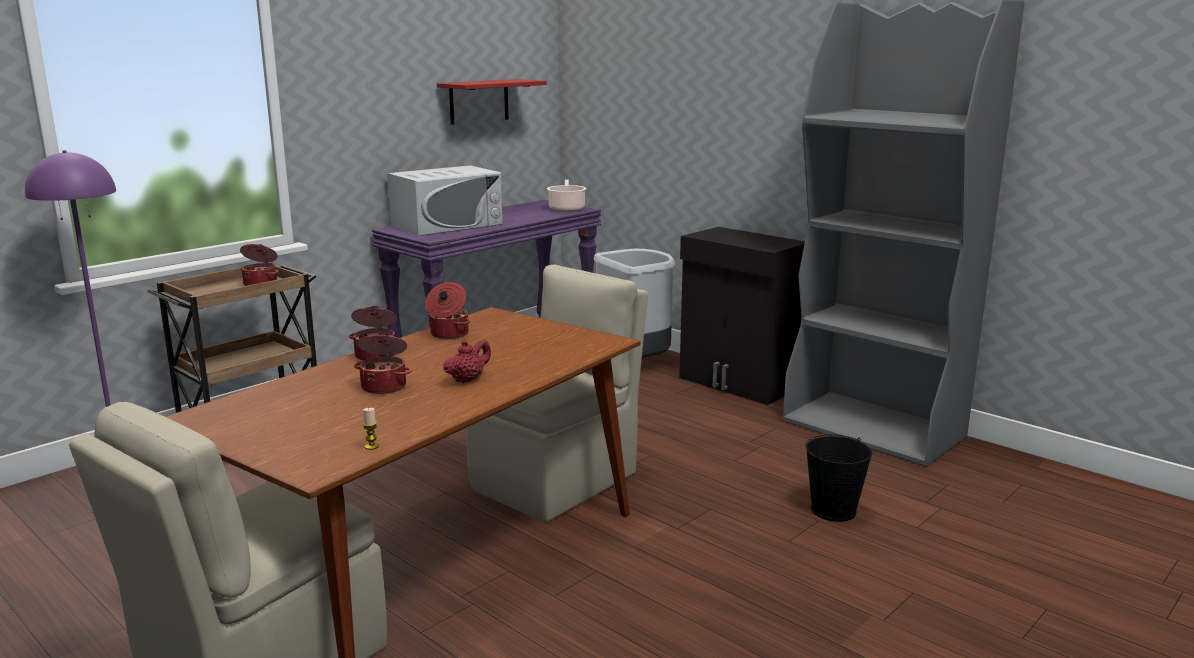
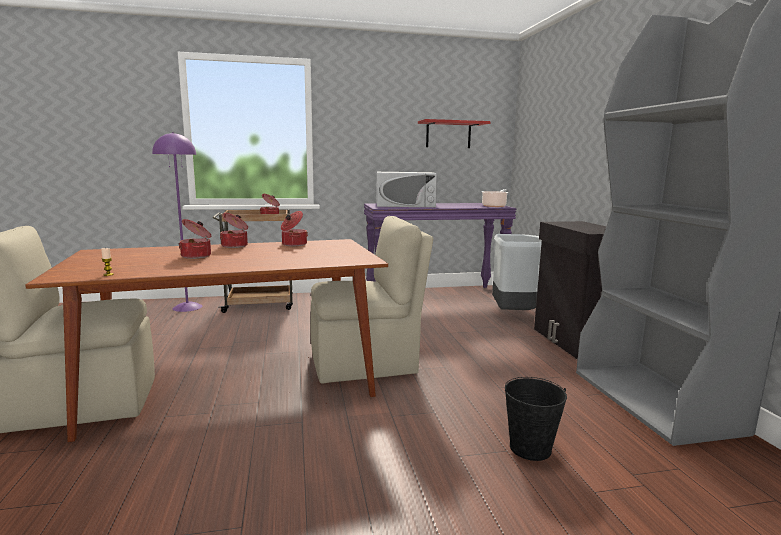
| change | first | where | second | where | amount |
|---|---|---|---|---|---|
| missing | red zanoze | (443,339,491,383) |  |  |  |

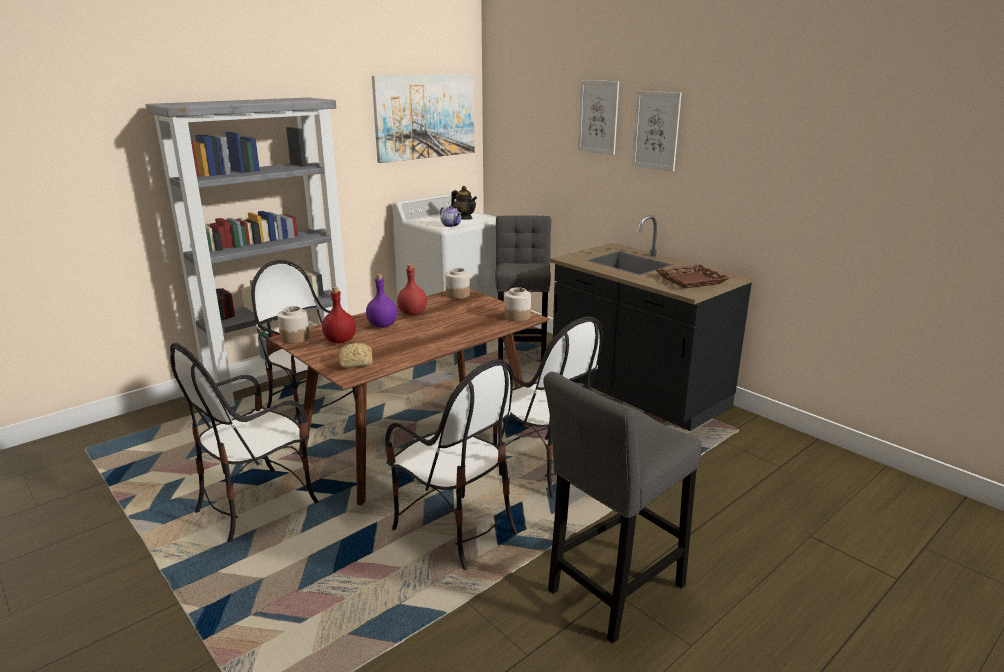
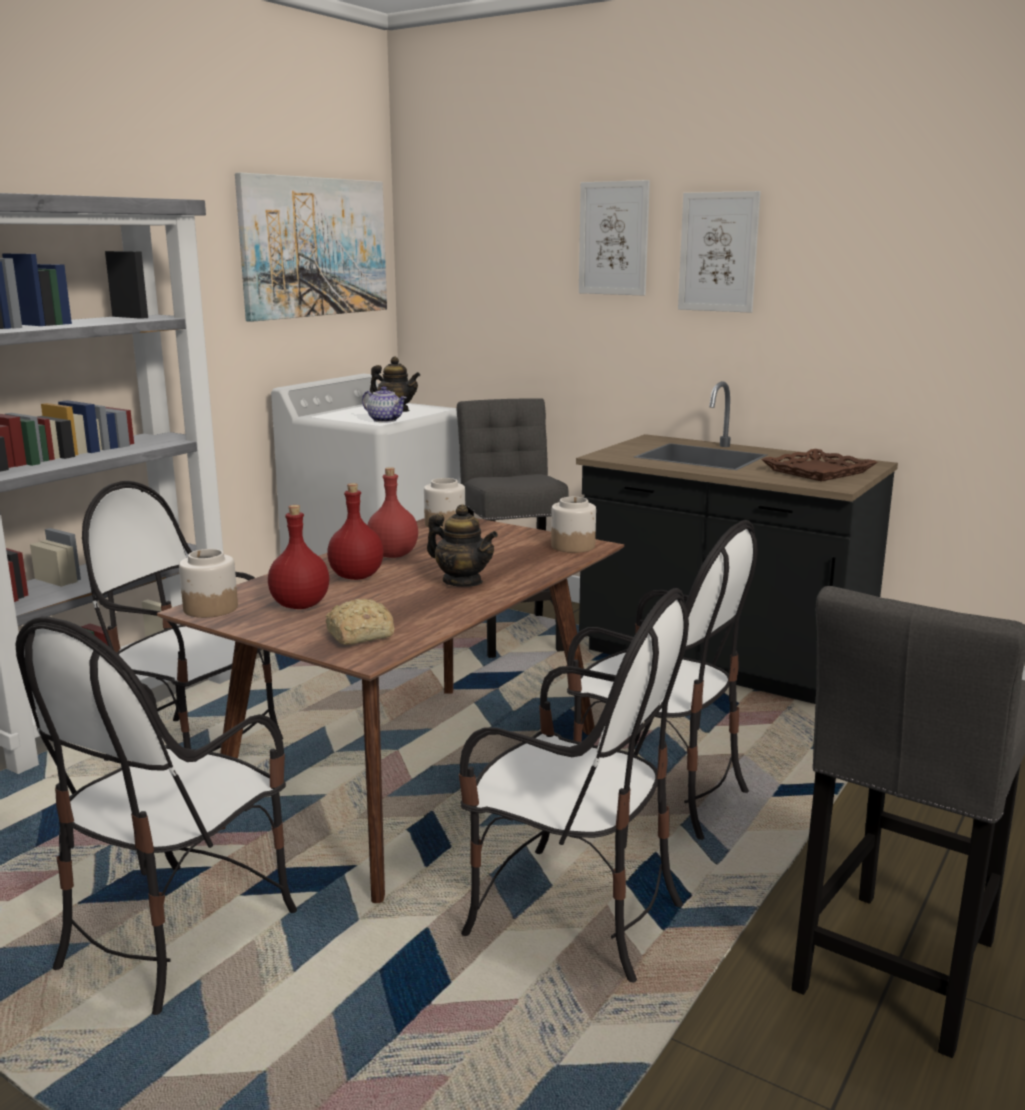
| change | first | where | second | where | amount |
|---|---|---|---|---|---|
| colour | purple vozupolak | (366,274,398,328) | red vozupolak | (327,483,384,580) |  |
| appeared |  |  | zanoze | (427,504,498,587) |  |

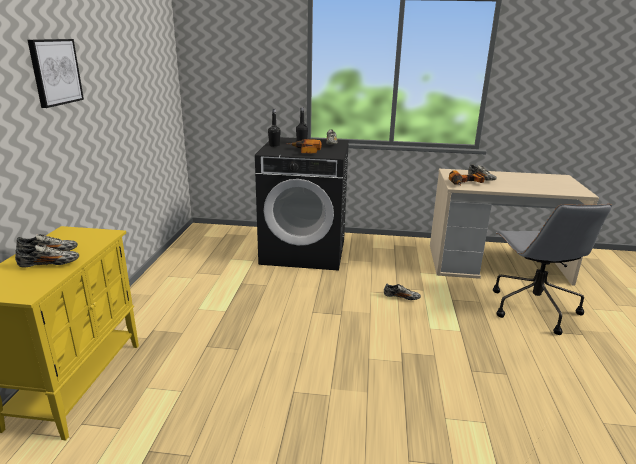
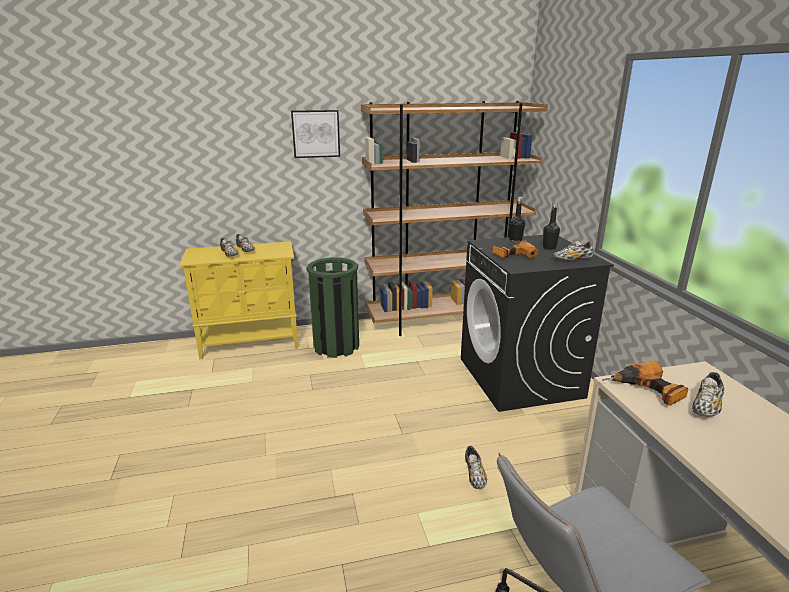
| change | first | where | second | where | amount |
|---|---|---|---|---|---|
| appeared |  |  | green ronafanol | (306,257,359,358) |  |
| appeared |  |  | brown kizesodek | (361,101,548,336) |  |

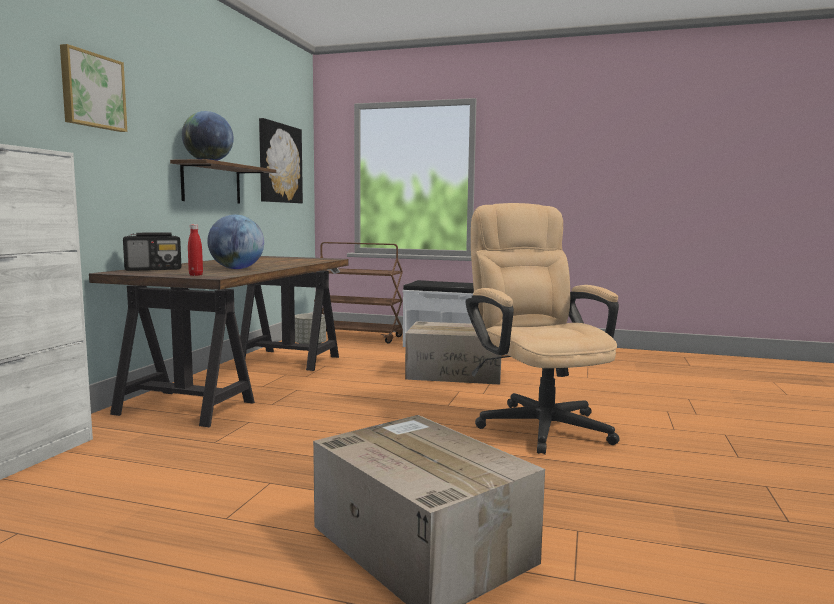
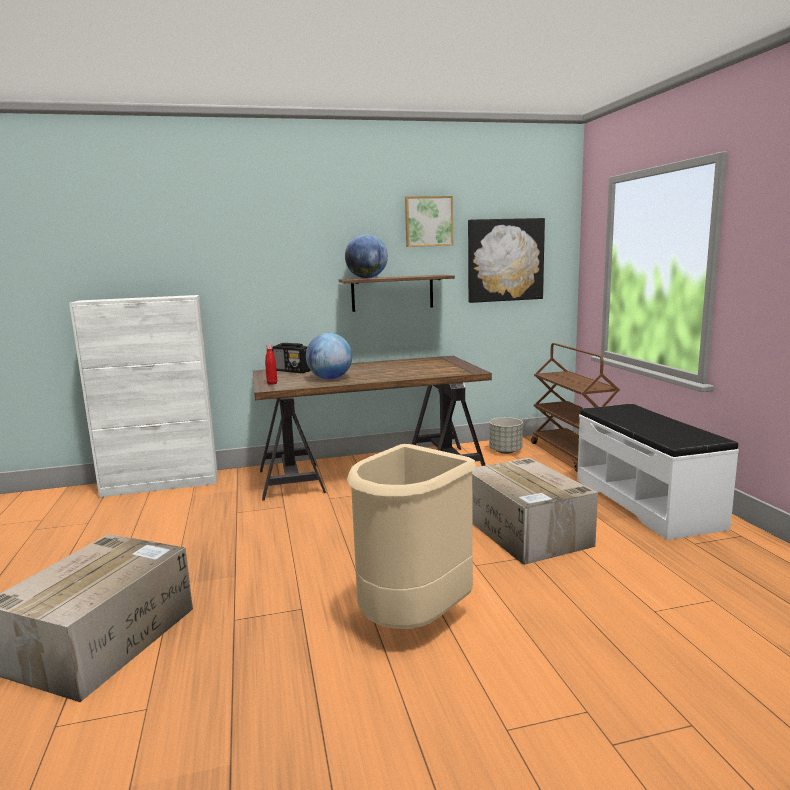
| change | first | where | second | where | amount |
|---|---|---|---|---|---|
| exchanged | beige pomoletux | (466,203,620,455) | beige ronafanol | (347,444,476,629) |  |
| relocated | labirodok | (60,44,127,132) |  | (405,196,453,247) |  |

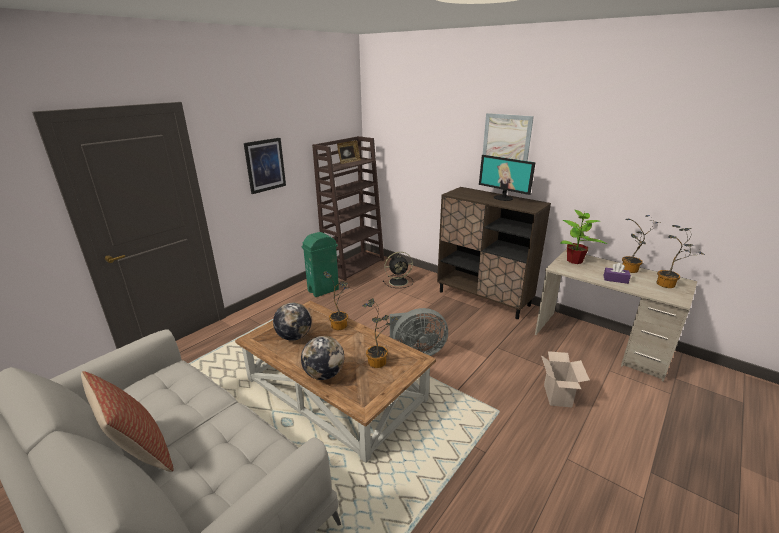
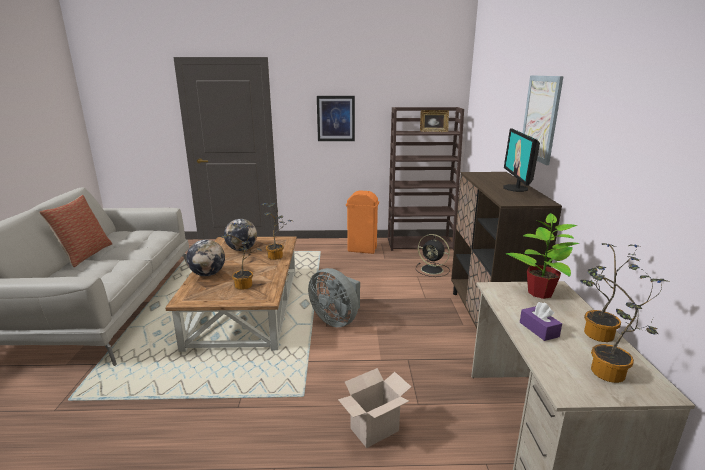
| change | first | where | second | where | amount |
|---|---|---|---|---|---|
| colour | green ronafanol | (302,232,339,297) | orange ronafanol | (346,190,379,254) |  |

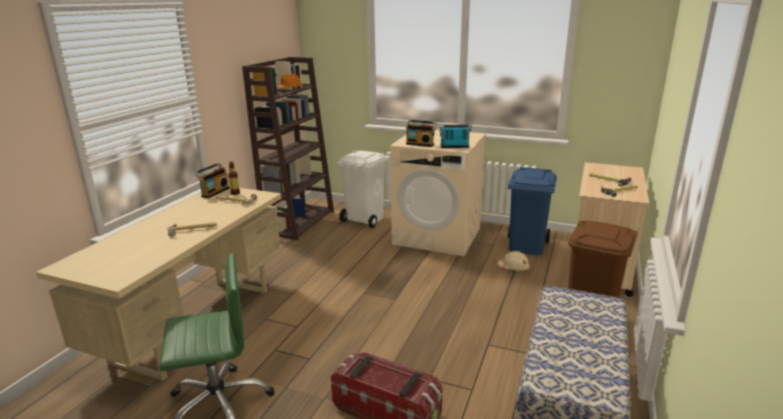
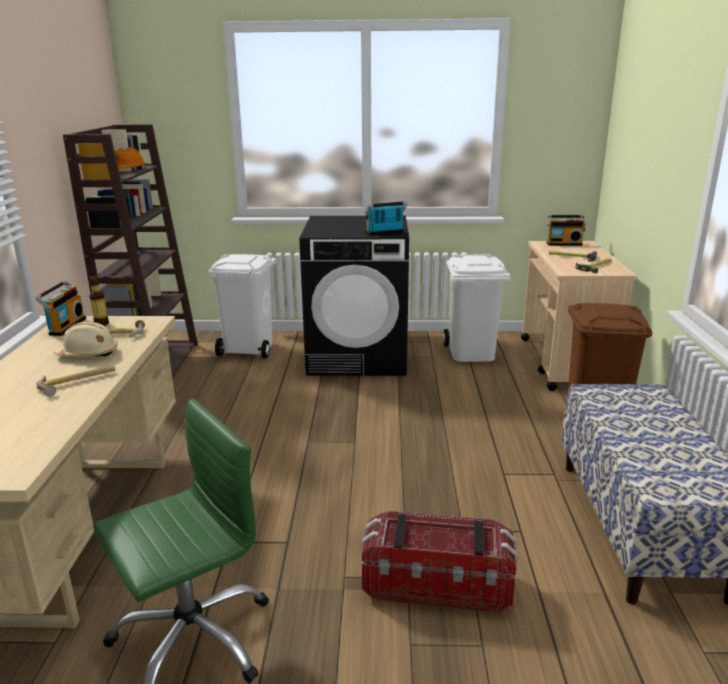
| change | first | where | second | where | amount |
|---|---|---|---|---|---|
| relocated | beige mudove | (498,251,530,271) |  | (54,321,118,357) |  |
| colour | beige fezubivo | (390,129,486,256) | black fezubivo | (299,216,409,376) |  |
| colour | blue ronafanol | (508,167,557,255) | white ronafanol | (443,254,510,362) |  |
| relocated | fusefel | (406,120,437,147) |  | (547,215,586,246) |  |

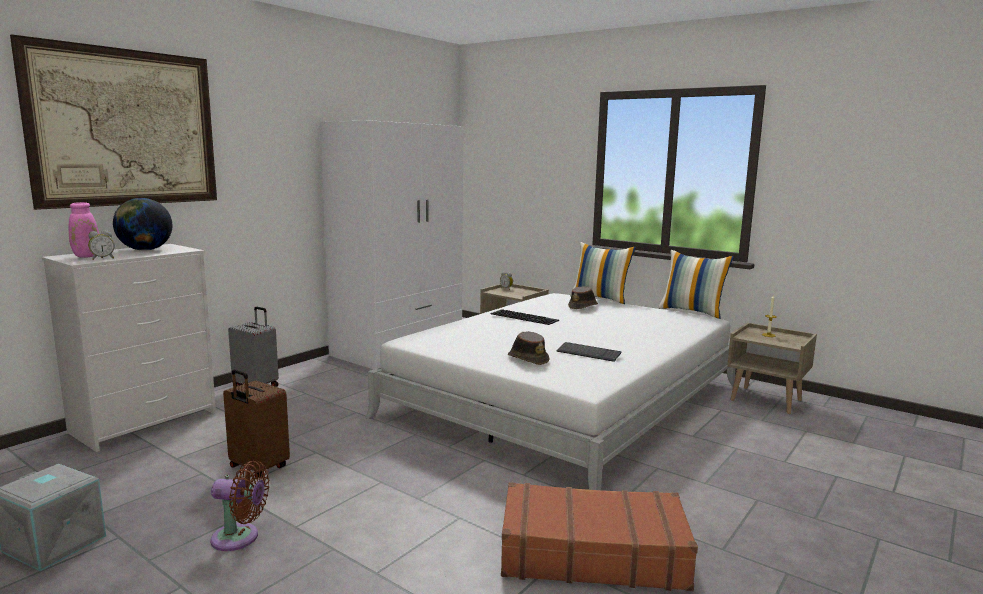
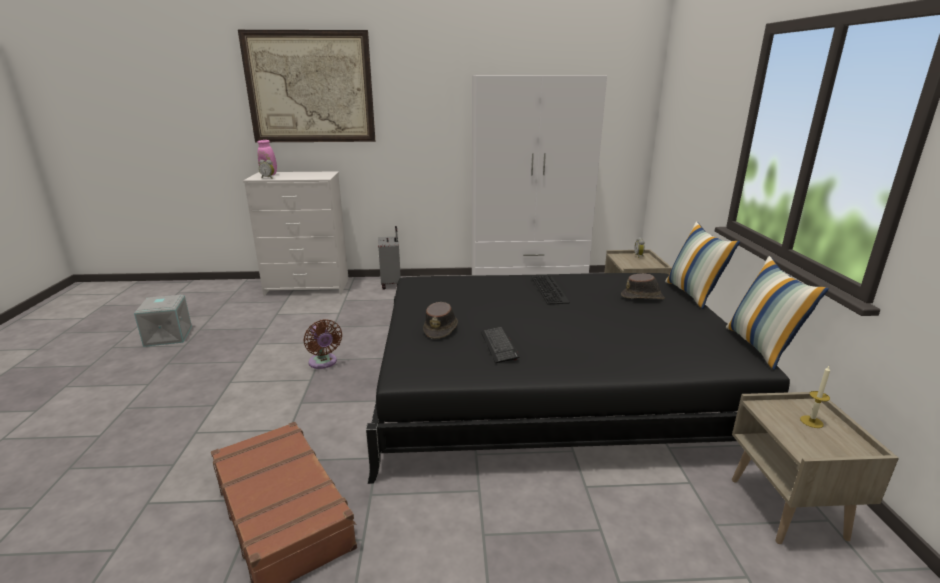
| change | first | where | second | where | amount |
|---|---|---|---|---|---|
| relocated | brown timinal | (210,460,269,551) |  | (303,319,342,369) |  |
| colour | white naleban | (366,293,736,490) | black naleban | (366,273,790,484) |  |
| missing | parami | (113,198,172,251) |  |  |  |
| missing | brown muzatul | (223,369,290,477) |  |  |  |

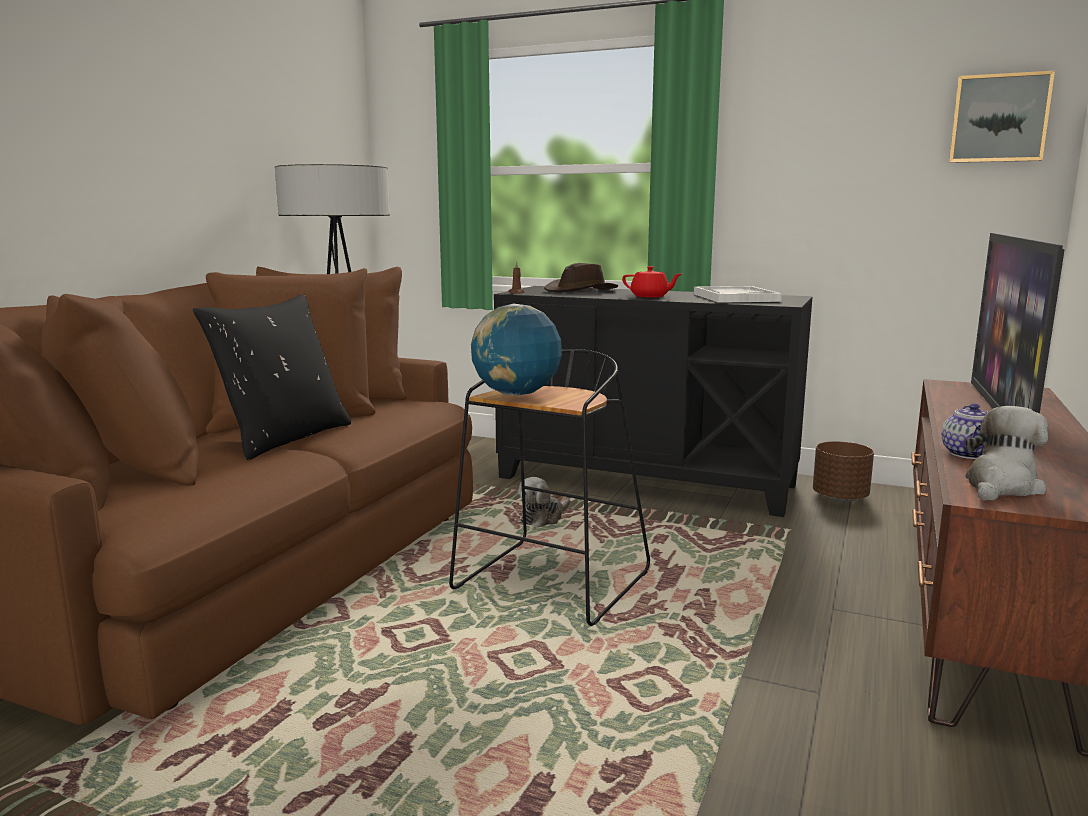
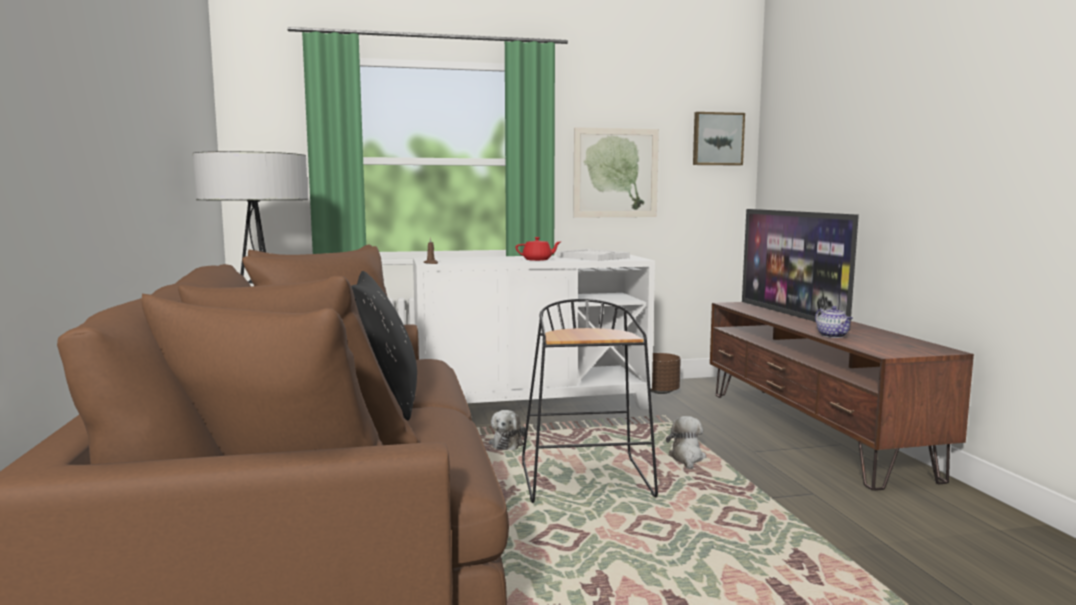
| change | first | where | second | where | amount |
|---|---|---|---|---|---|
| colour | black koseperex | (494,286,813,517) | white koseperex | (413,255,655,410) |  |
| appeared |  |  | labirodok | (573,127,659,218) |  |
| relocated | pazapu | (965,406,1048,501) |  | (666,416,706,470) |  |
| missing | parami | (471,304,562,395) |  |  |  |
| missing | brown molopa | (544,263,618,292) |  |  |  |

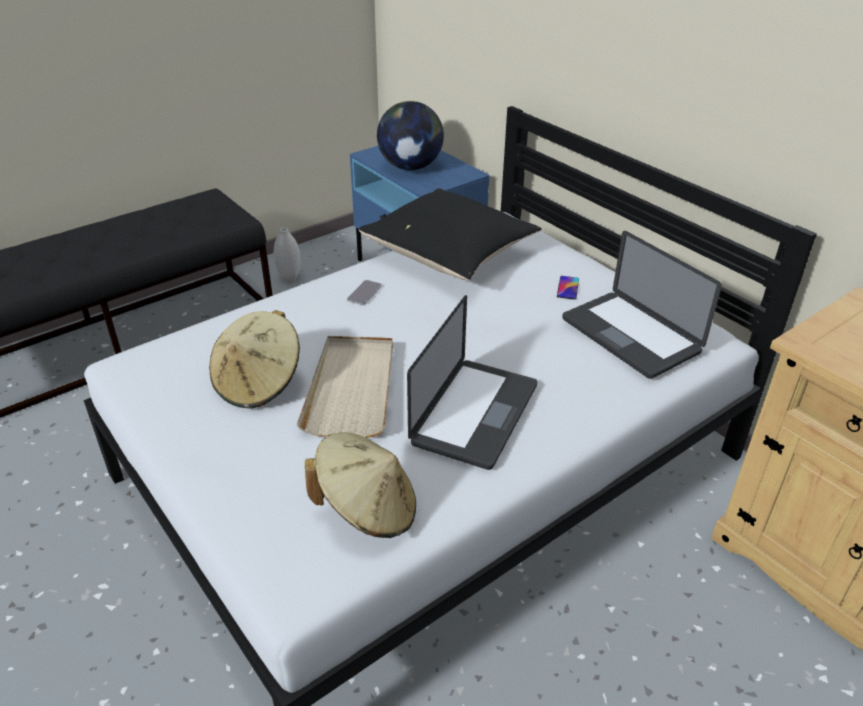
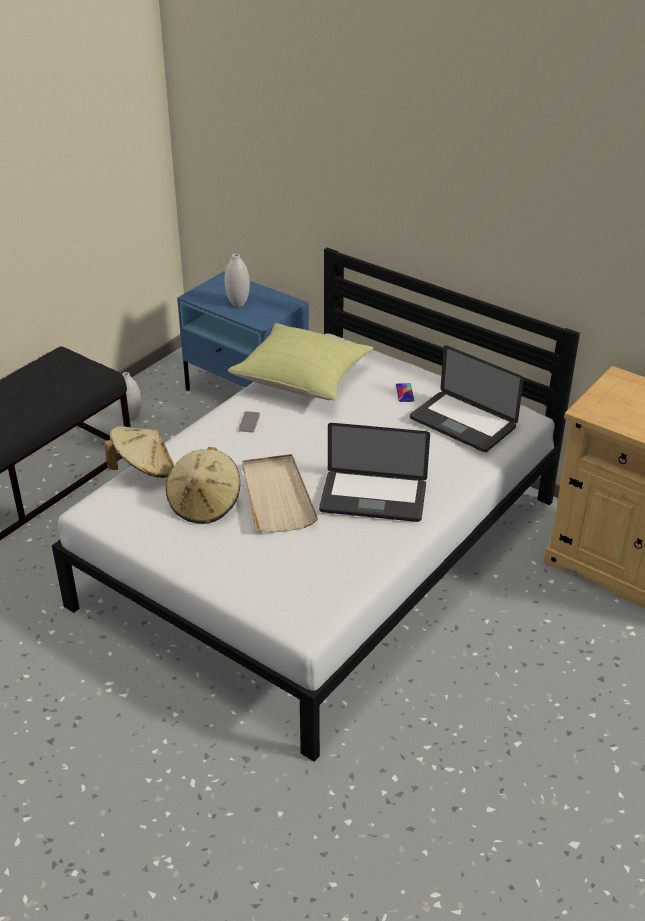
| change | first | where | second | where | amount |
|---|---|---|---|---|---|
| relocated | beige molopa | (305,432,416,538) |  | (104,426,174,478) |  |
| exchanged | parami | (377,101,444,170) | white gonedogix | (225,253,250,307) |  |
| colour | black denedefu | (359,188,542,281) | yellow denedefu | (228,323,373,400) |  |
| spun | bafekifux | (407,295,537,470) |  | (319,423,430,522) | 90 degrees clockwise |

